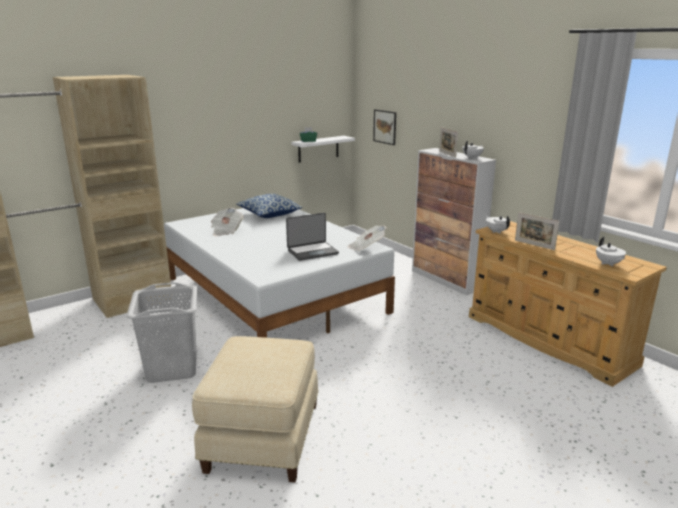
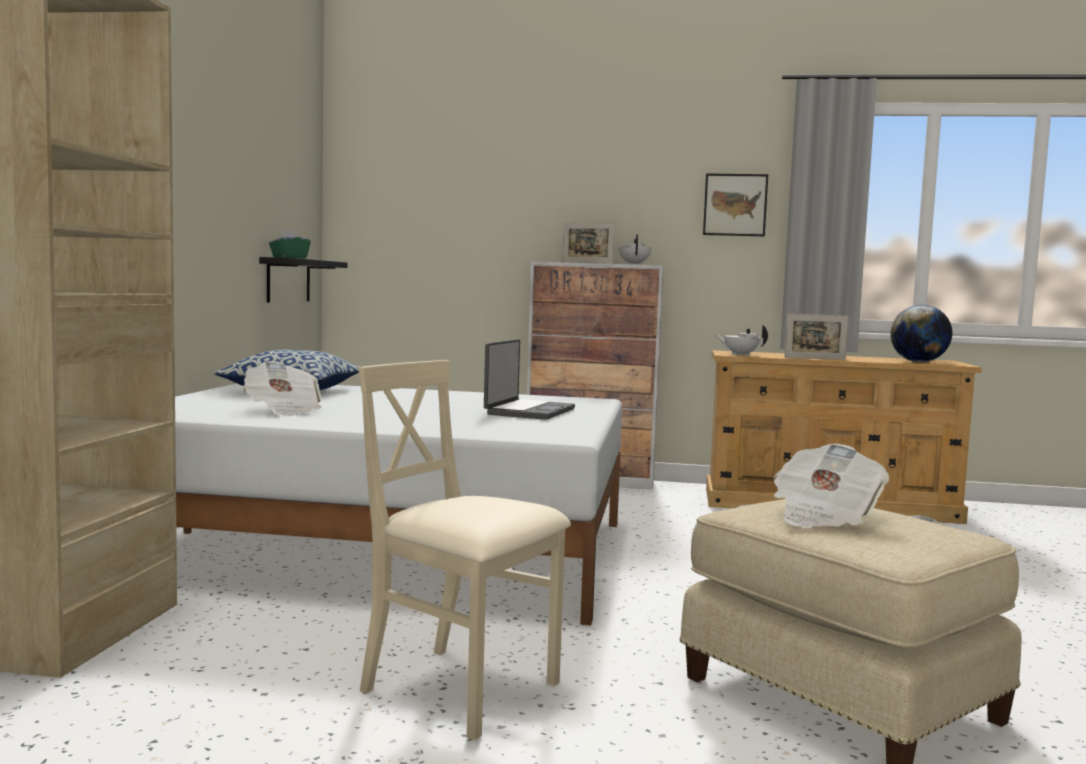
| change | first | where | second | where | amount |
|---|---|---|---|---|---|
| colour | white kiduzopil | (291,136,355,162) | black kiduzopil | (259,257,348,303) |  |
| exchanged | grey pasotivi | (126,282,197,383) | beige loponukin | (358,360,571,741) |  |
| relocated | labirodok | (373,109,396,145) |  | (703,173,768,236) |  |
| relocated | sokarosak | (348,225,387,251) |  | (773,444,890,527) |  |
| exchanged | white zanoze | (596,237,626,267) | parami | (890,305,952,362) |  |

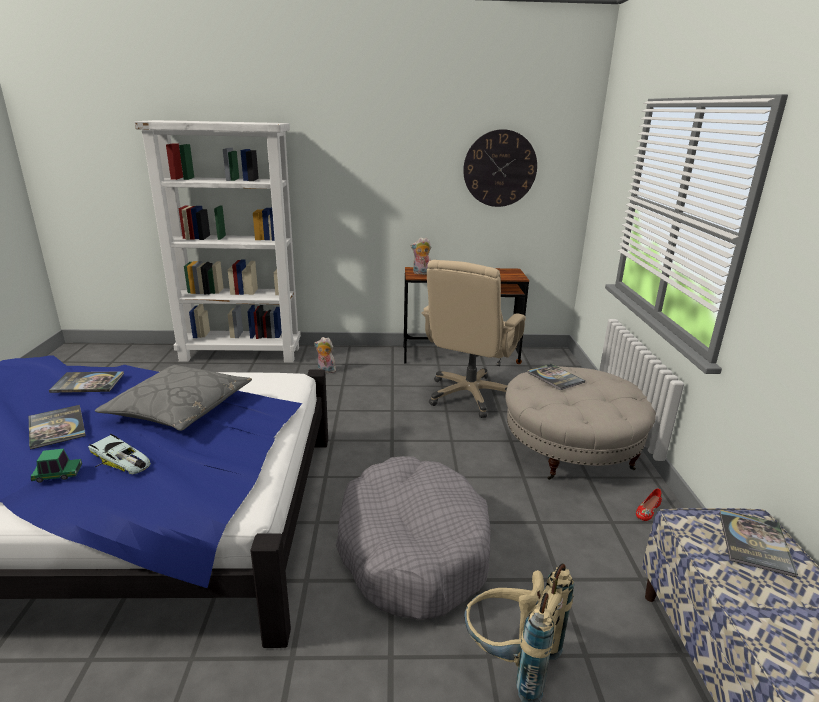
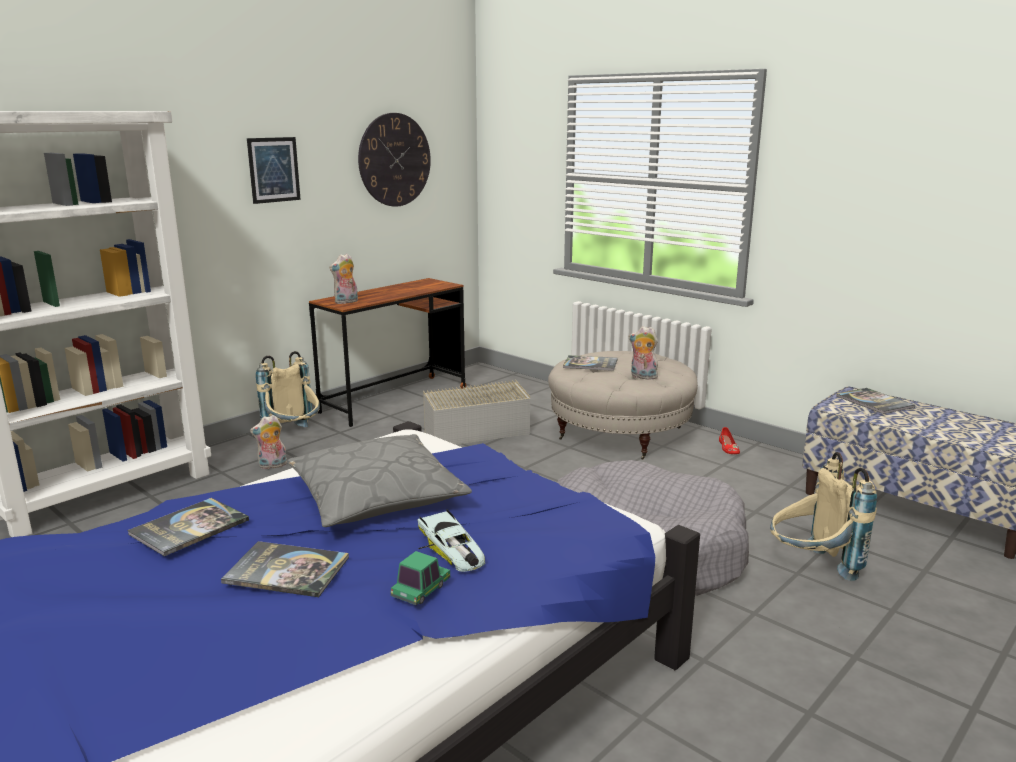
| change | first | where | second | where | amount |
|---|---|---|---|---|---|
| appeared |  |  | labirodok | (247,137,301,204) |  |
| appeared |  |  | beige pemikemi | (256,351,320,428) |  |
| spun | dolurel | (88,434,151,474) |  | (418,510,486,572) | 75 degrees clockwise |
| exchanged | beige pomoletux | (421,260,526,418) | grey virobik | (423,380,530,444) |  |
| appeared |  |  | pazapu | (629,326,660,380) |  |

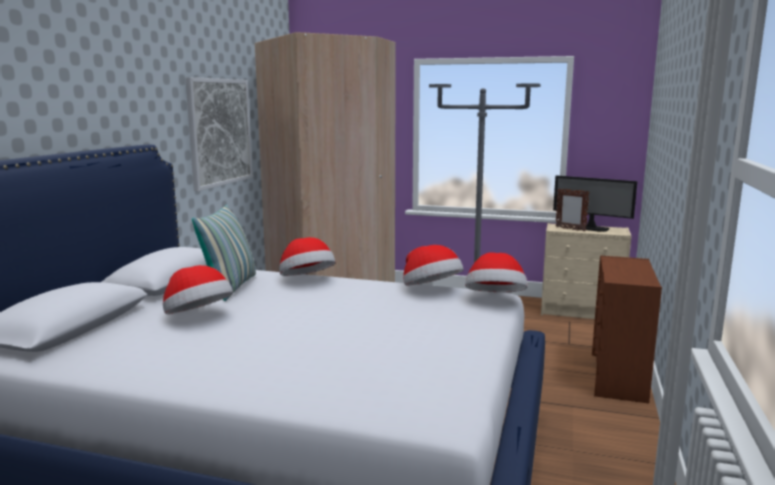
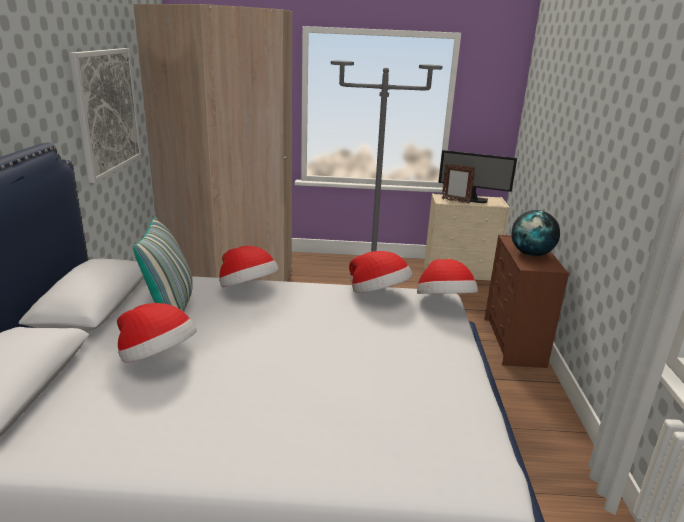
| change | first | where | second | where | amount |
|---|---|---|---|---|---|
| appeared |  |  | parami | (511,210,560,256) |  |

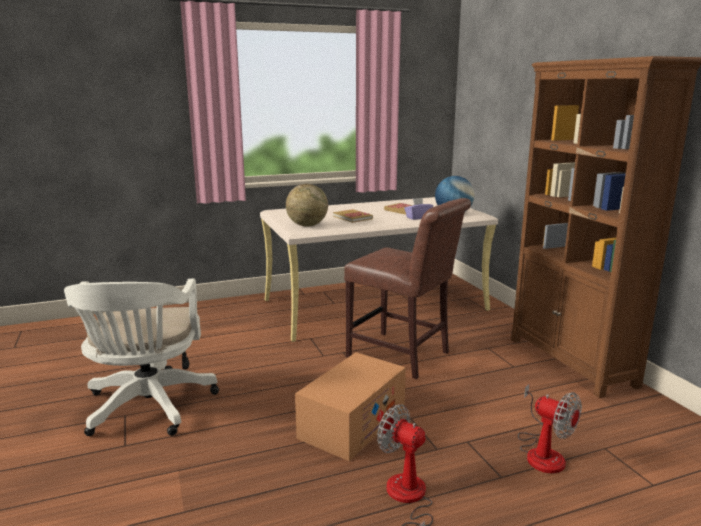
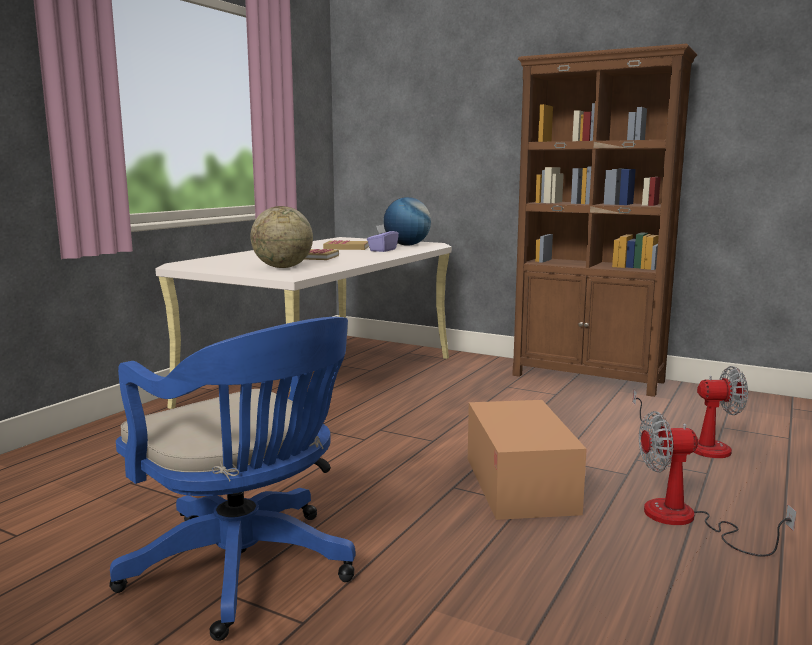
| change | first | where | second | where | amount |
|---|---|---|---|---|---|
| colour | white pomoletux | (64,279,219,436) | blue pomoletux | (109,317,356,641) |  |
| missing | brown loponukin | (344,198,471,379) |  |  |  |

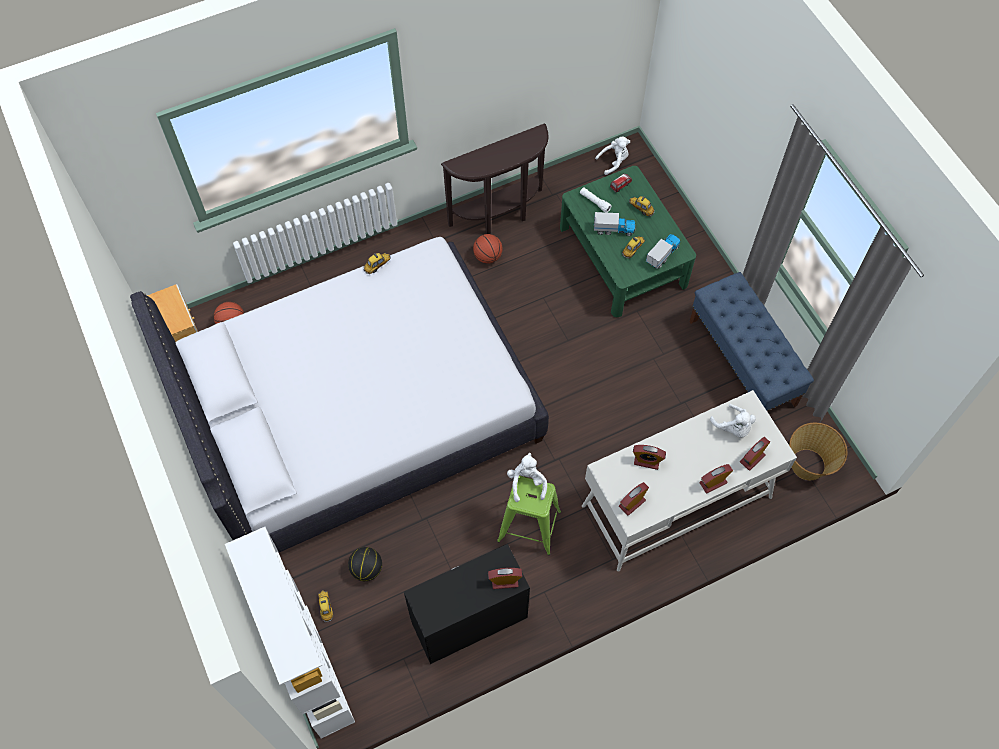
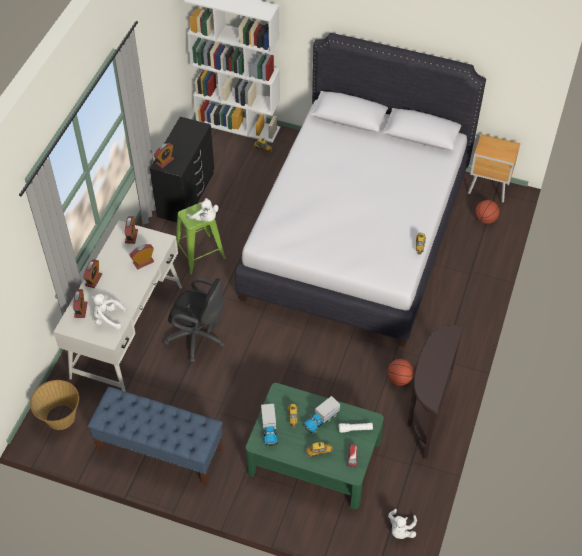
| change | first | where | second | where | amount |
|---|---|---|---|---|---|
| appeared |  |  | black pomoletux | (163,278,225,362) |  |
| missing | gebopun | (348,547,382,581) |  |  |  |

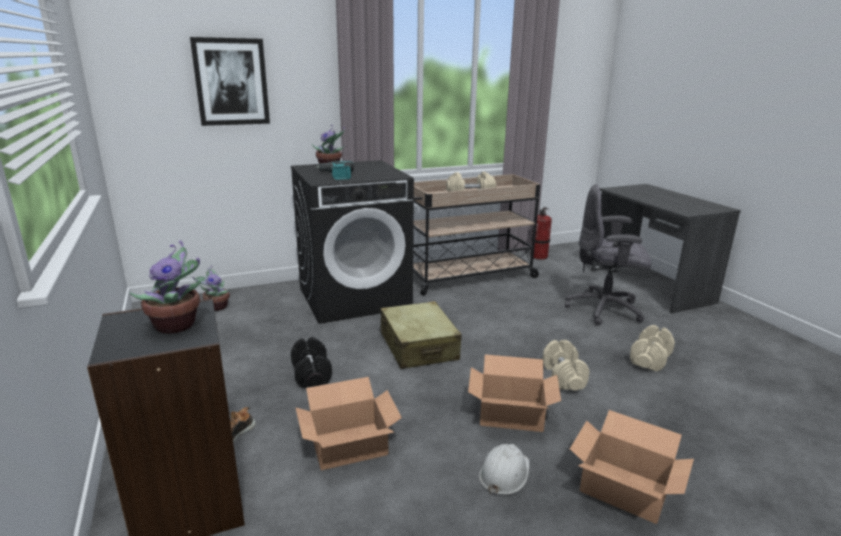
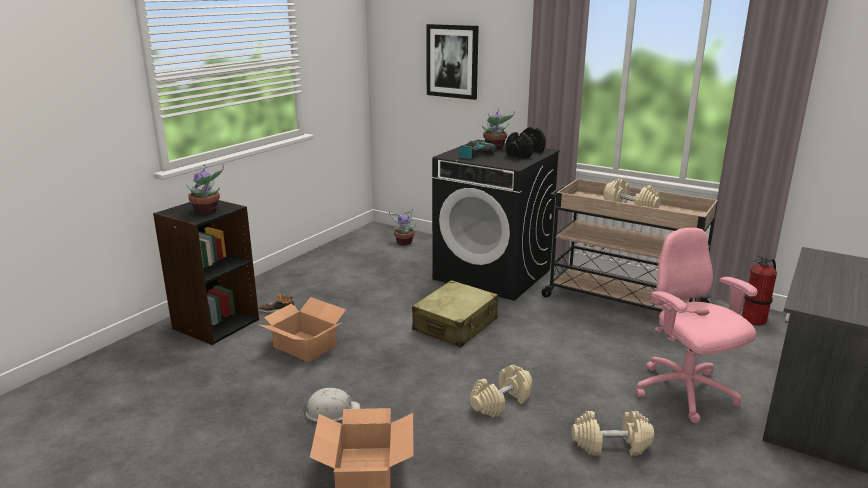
| change | first | where | second | where | amount |
|---|---|---|---|---|---|
| relocated | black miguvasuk | (291,337,332,388) |  | (506,127,546,159) |  |
| colour | grey pomoletux | (565,184,651,326) | pink pomoletux | (636,228,757,423) |  |
| missing | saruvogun | (468,355,561,432) |  |  |  |

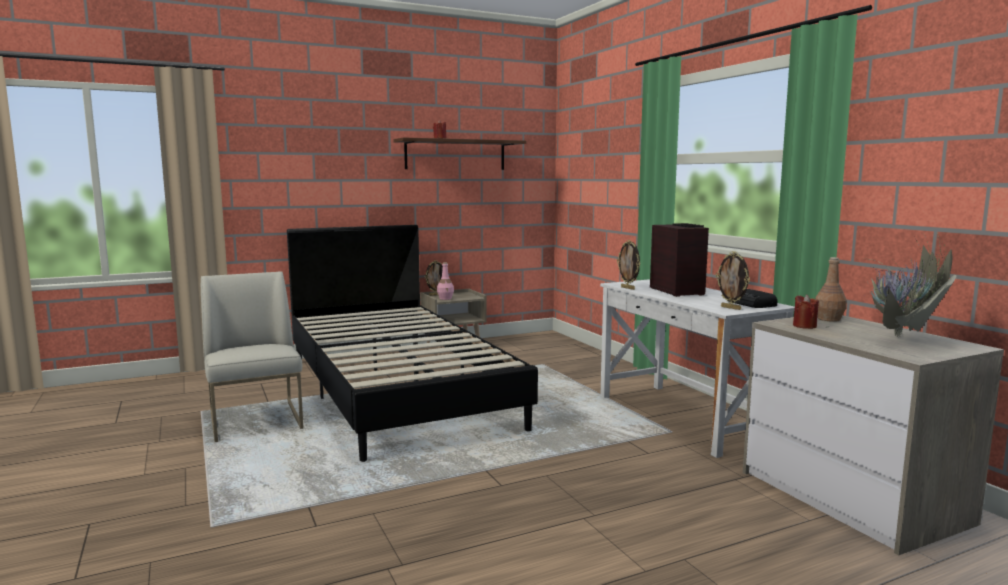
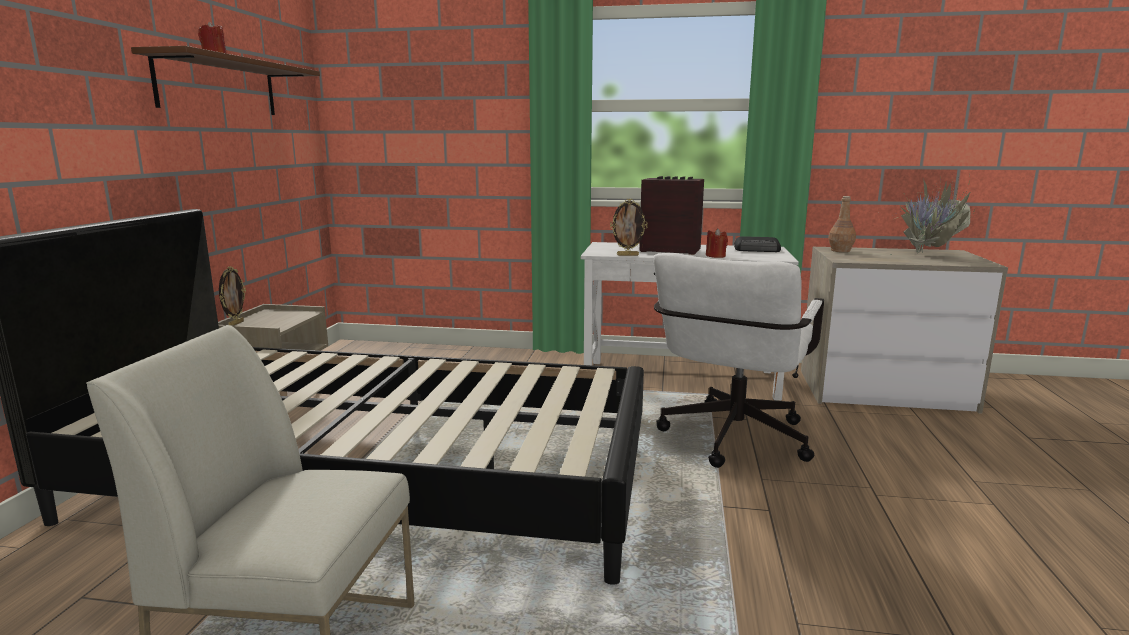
| change | first | where | second | where | amount |
|---|---|---|---|---|---|
| appeared |  |  | white pomoletux | (654,253,824,468) |  |
| relocated | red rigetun | (793,295,819,329) |  | (706,228,728,258) |  |
| missing | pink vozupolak | (437,262,454,300) |  |  |  |
| missing | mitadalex | (716,251,750,310) |  |  |  |

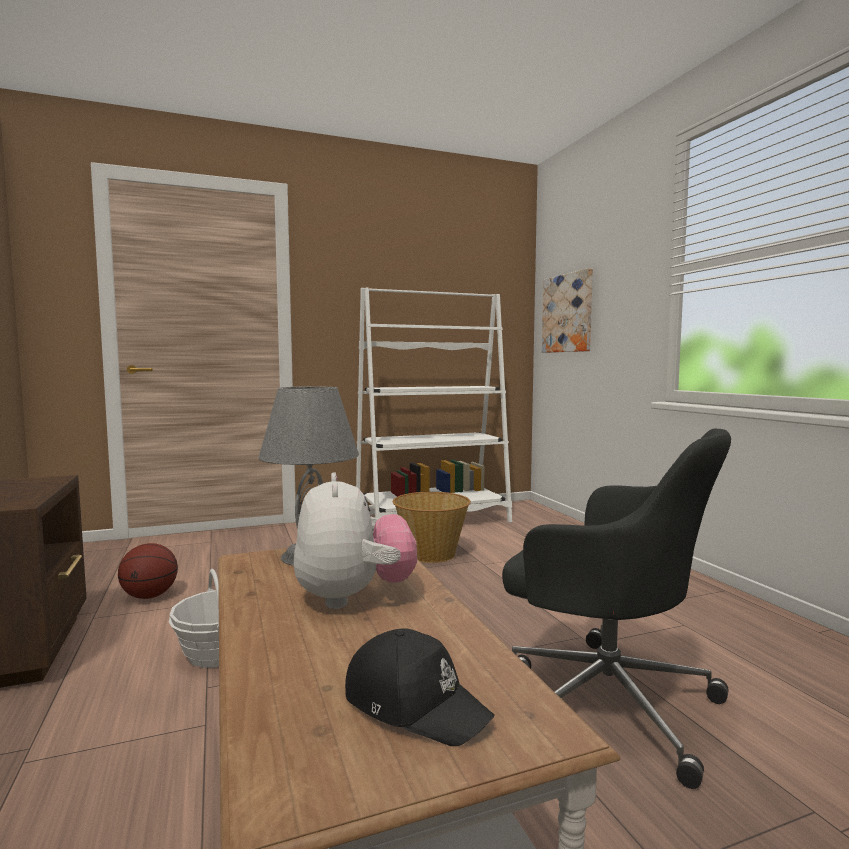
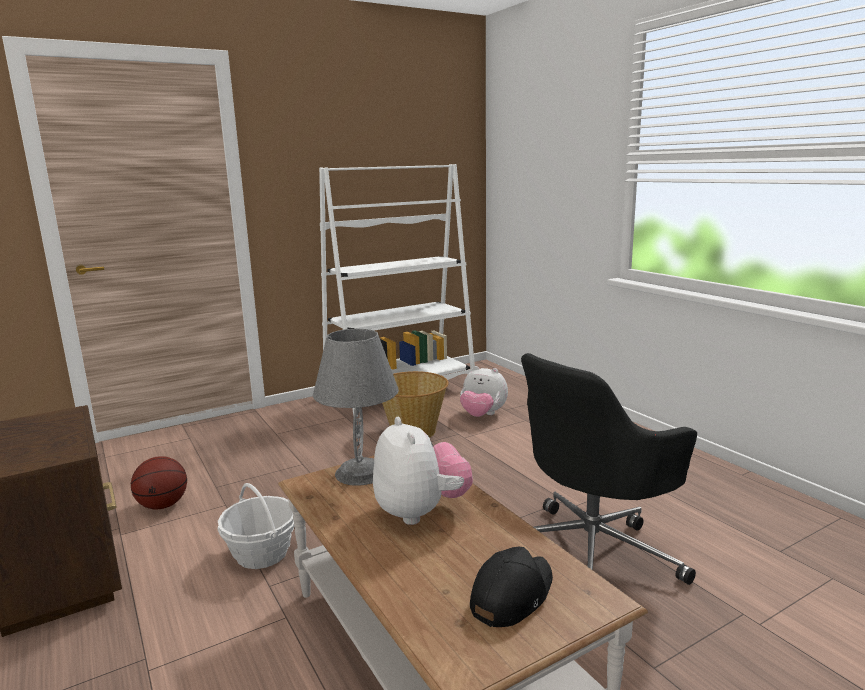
| change | first | where | second | where | amount |
|---|---|---|---|---|---|
| appeared |  |  | pazapu | (460,366,508,417) |  |
| spun | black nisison | (345,629,494,746) |  | (470,546,553,627) | 75 degrees counterclockwise |
| spun | black pomoletux | (502,429,731,789) |  | (521,353,697,585) | 120 degrees clockwise |
| missing | labirodok | (542,268,593,353) |  |  |  |

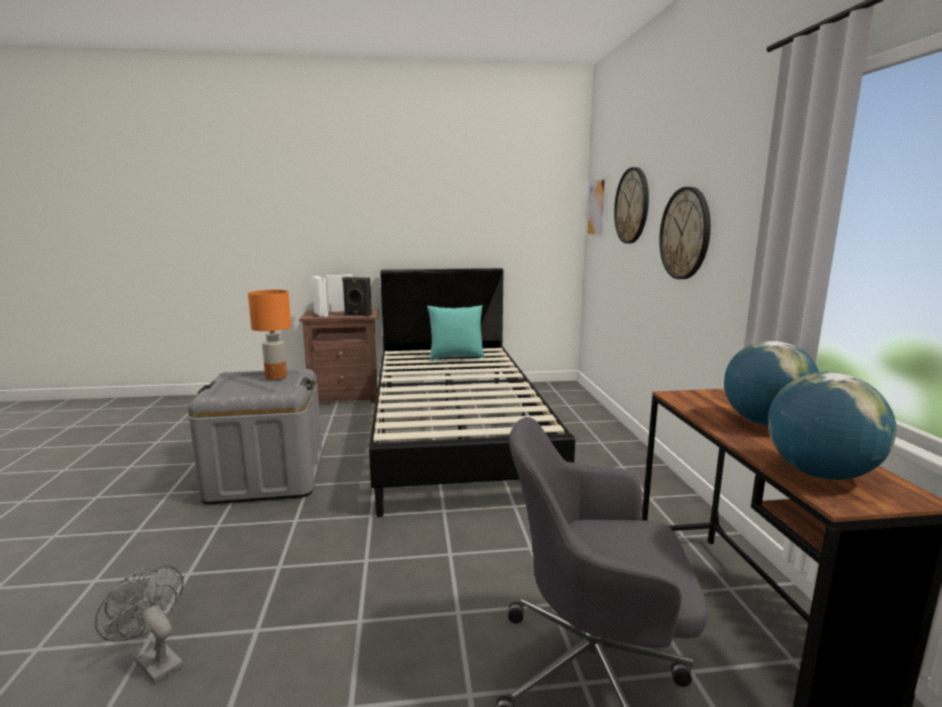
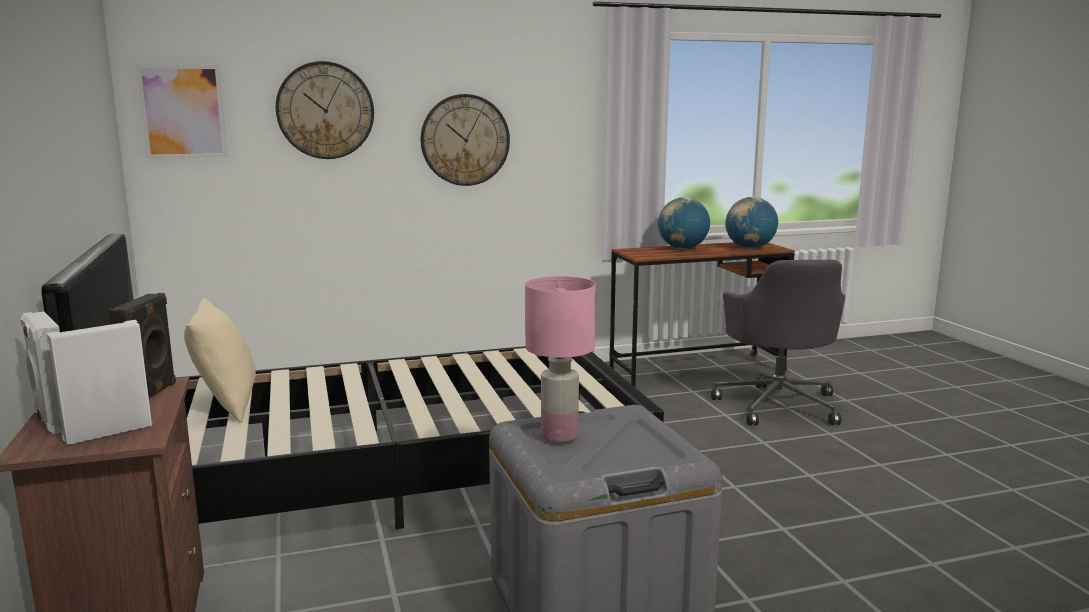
| change | first | where | second | where | amount |
|---|---|---|---|---|---|
| colour | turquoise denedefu | (427,305,485,361) | beige denedefu | (184,298,256,423) |  |
| colour | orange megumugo | (248,290,291,380) | pink megumugo | (525,276,596,443) |  |
| missing | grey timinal | (95,564,183,684) |  |  |  |

